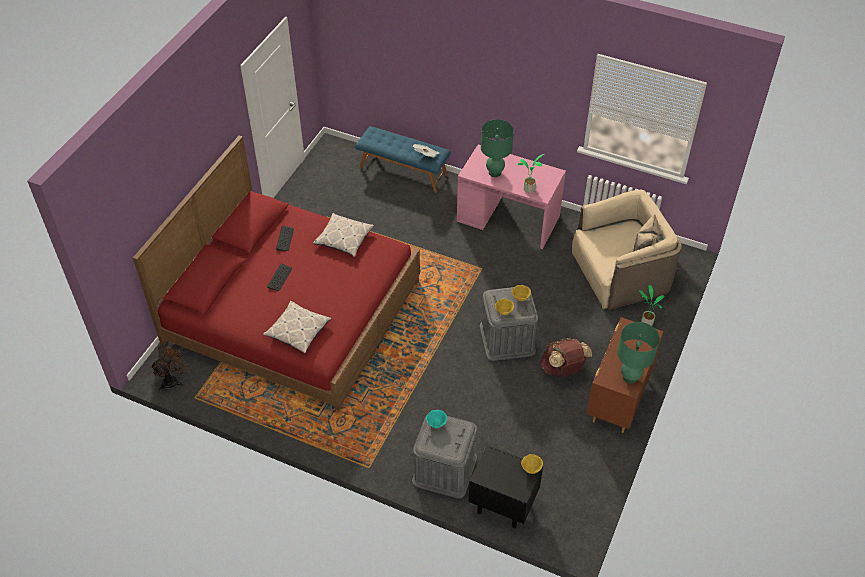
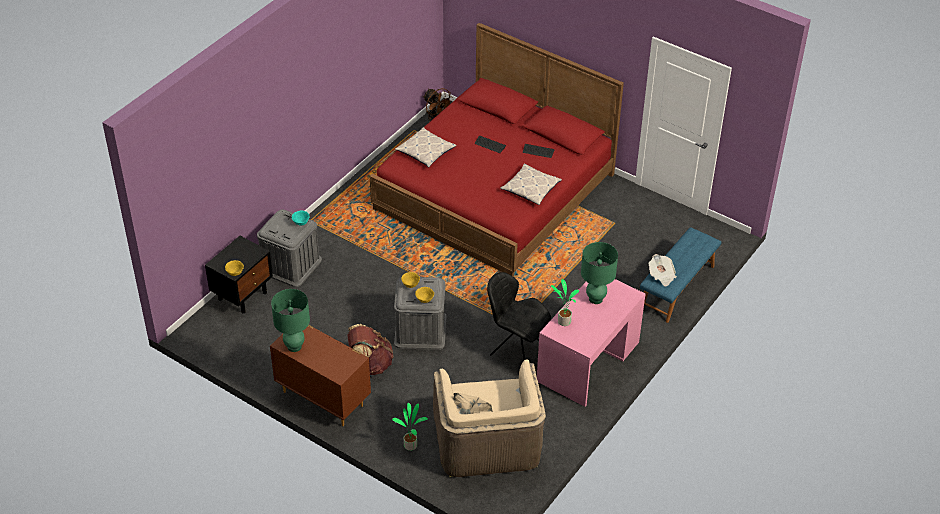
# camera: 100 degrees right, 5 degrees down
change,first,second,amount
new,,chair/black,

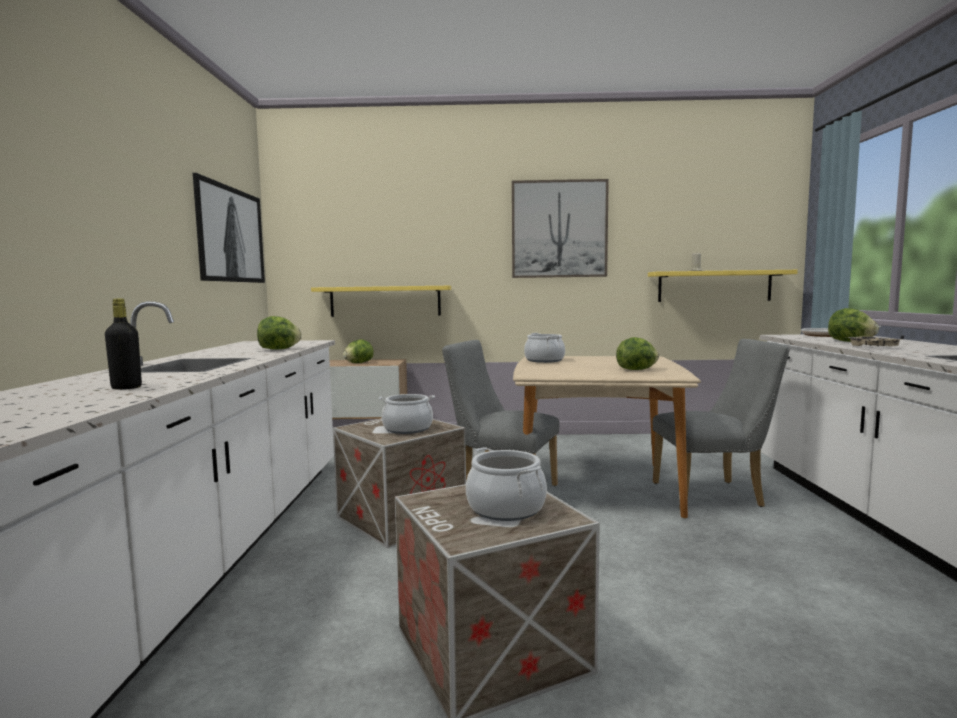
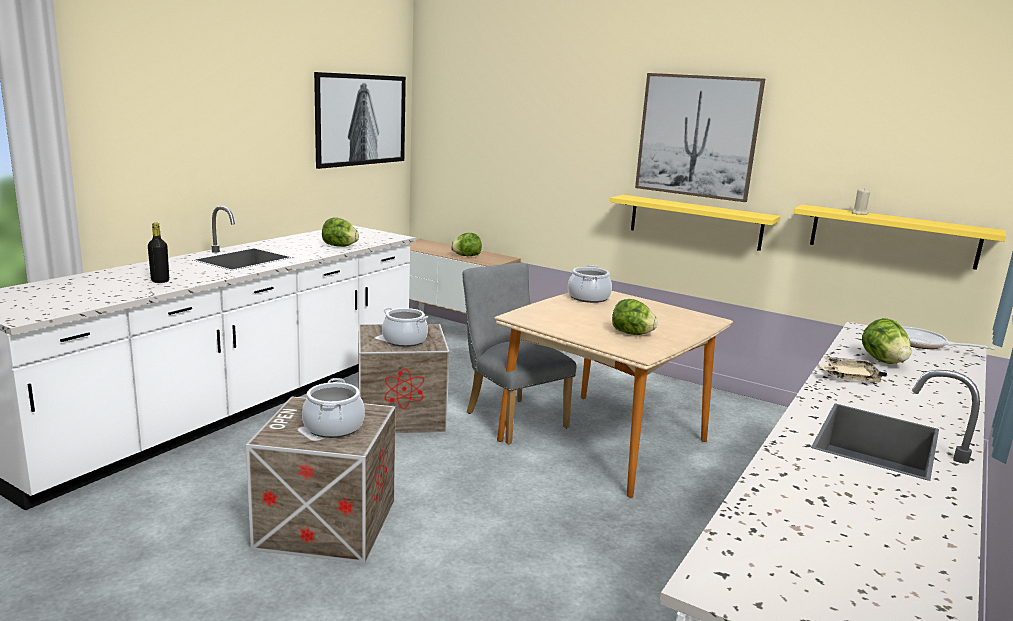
# camera: 30 degrees right, 10 degrees up
change,first,second,amount
shifted,shelf/yellow (no. 1 from left),,
gone,chair/grey (no. 2 from left),,

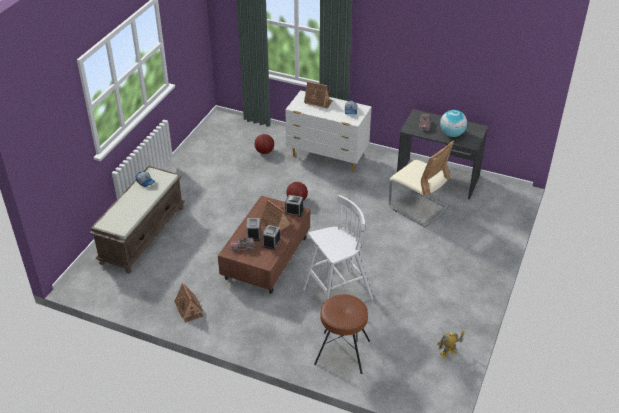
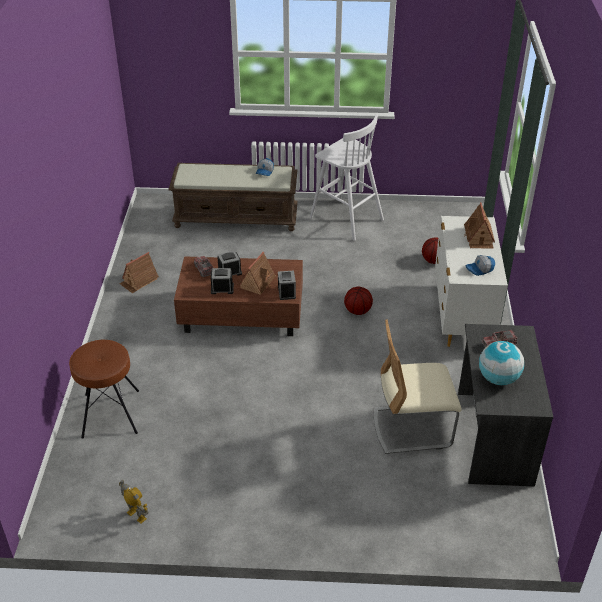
# camera: 70 degrees right, 0 degrees up
change,first,second,amount
shifted,stool/white,,
rotated,chair/beige,,60 degrees clockwise

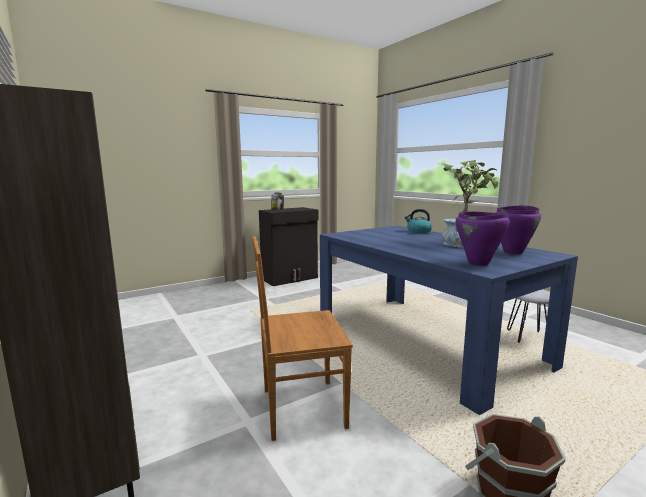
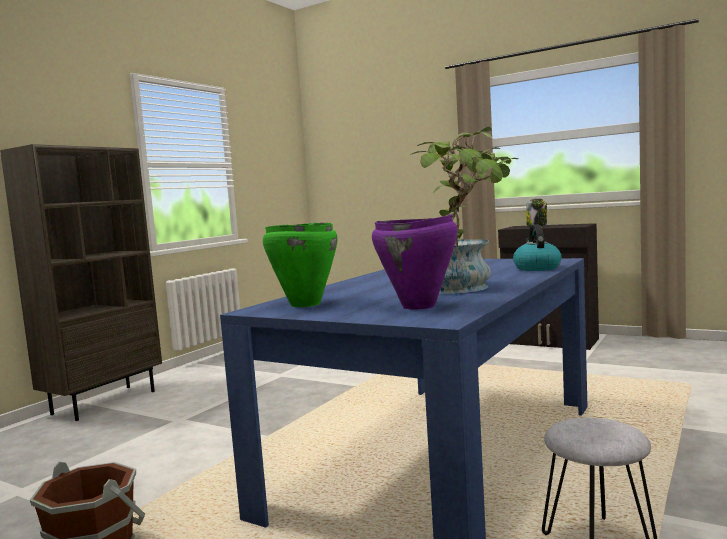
# camera: 65 degrees right, 5 degrees down
change,first,second,amount
repainted,cooking pot/purple (no. 1 from left),cooking pot/green,
gone,chair/brown,,

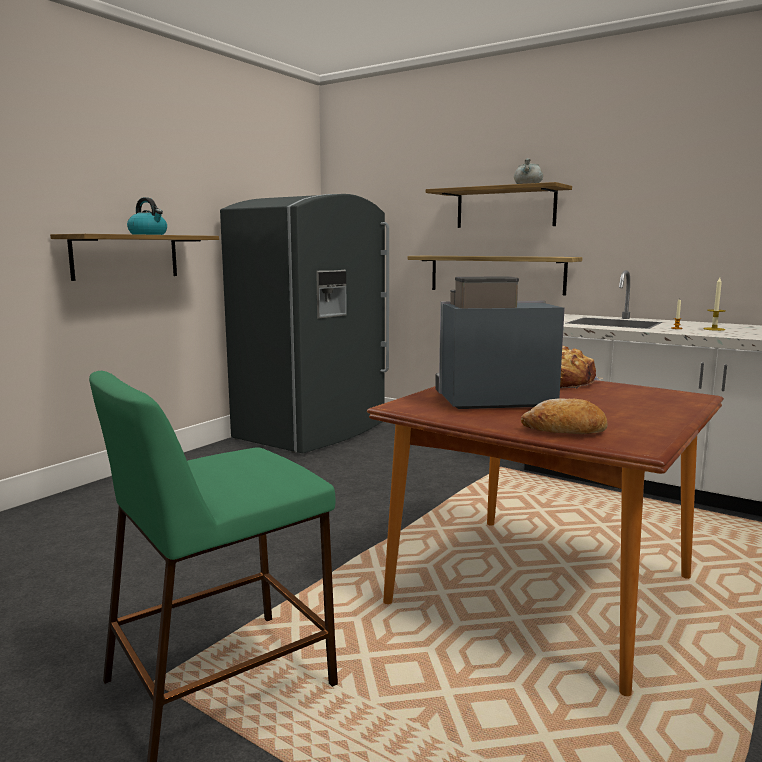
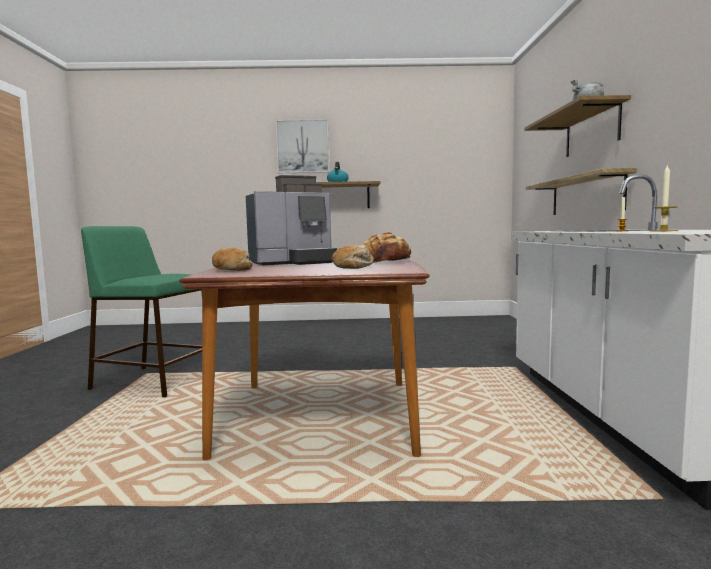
# camera: 55 degrees right, 5 degrees down
change,first,second,amount
rotated,coffee machine,,105 degrees clockwise
new,,picture,
new,,bread (no. 2 from left),
gone,fridge/grey,,

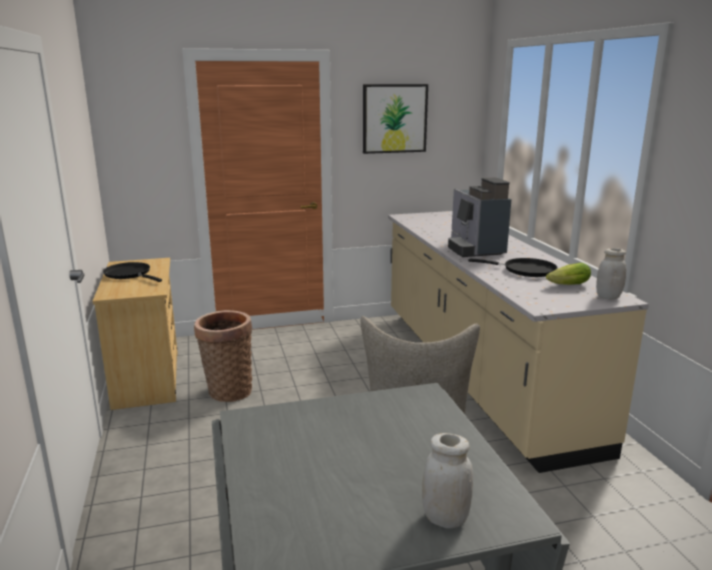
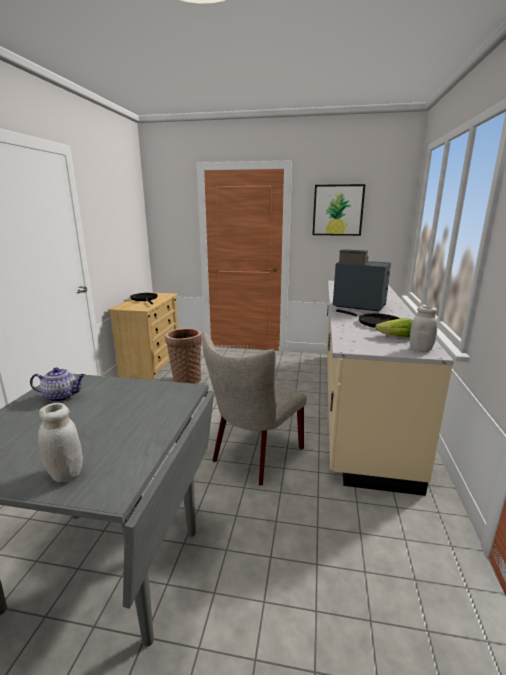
# camera: 25 degrees right, 0 degrees up
change,first,second,amount
new,,teapot,
rotated,coffee machine,,105 degrees clockwise

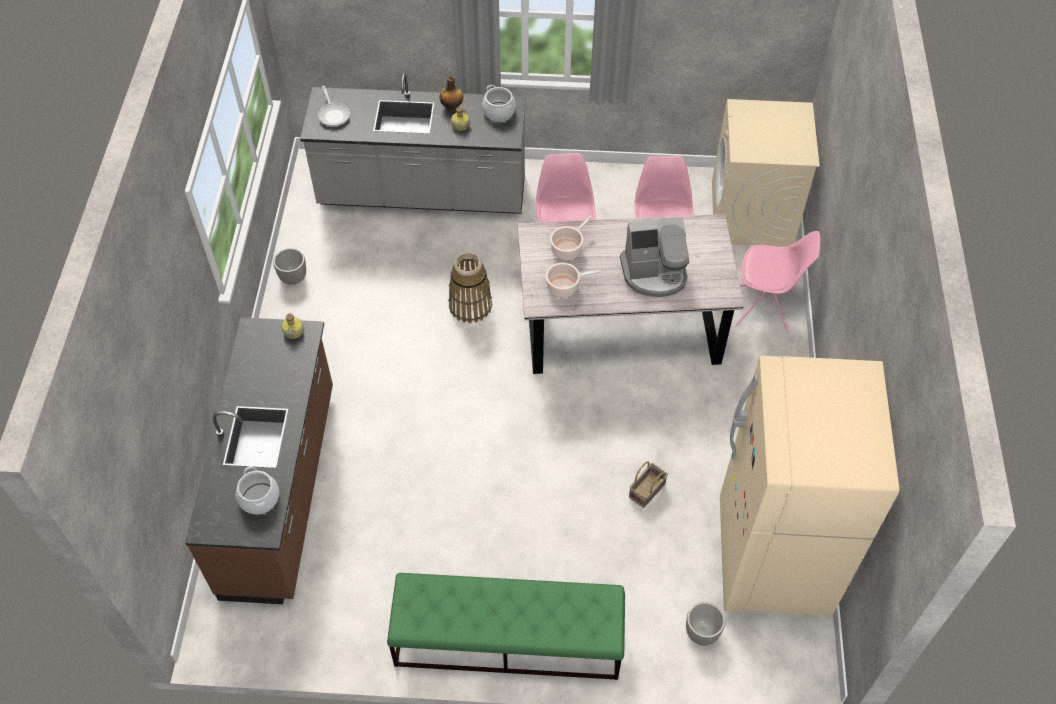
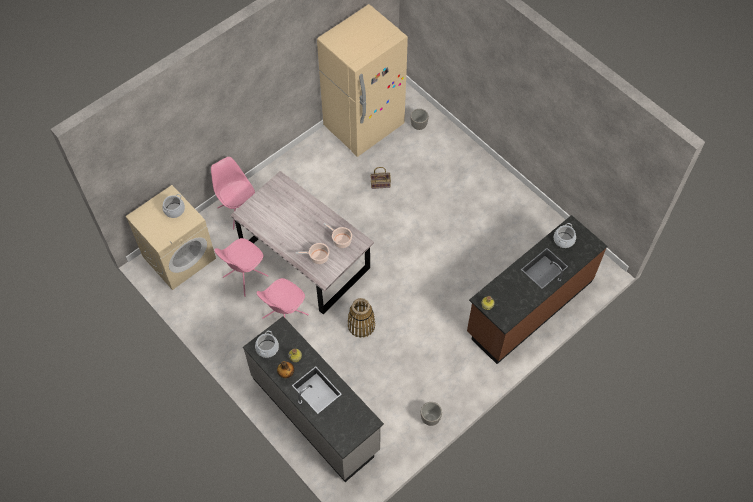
# camera: 135 degrees left, 5 degrees up
change,first,second,amount
new,,cooking pot (no. 1 from left),
gone,frying pan,,
gone,bench/green,,
gone,coffee machine,,

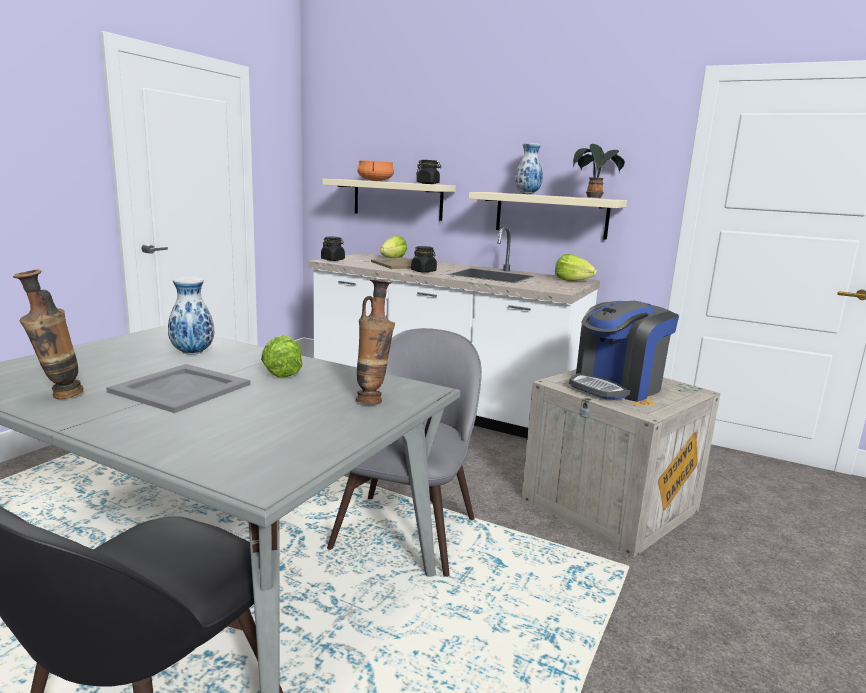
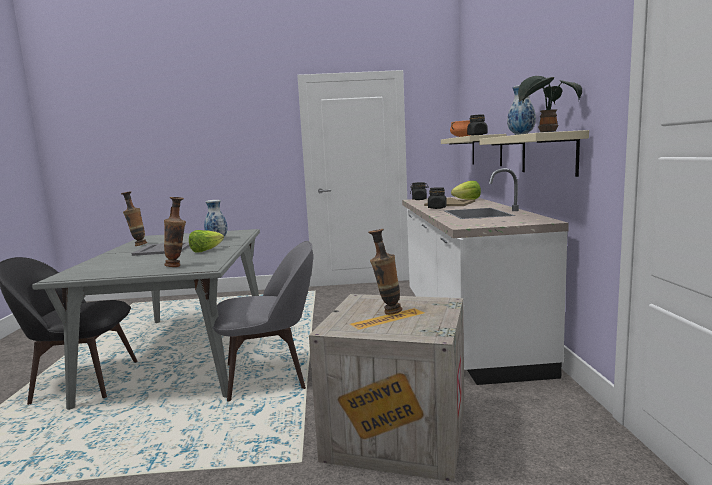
# camera: 60 degrees right, 5 degrees down
change,first,second,amount
swapped,coffee machine,vase (no. 4 from left),
gone,lettuce (no. 3 from left),,

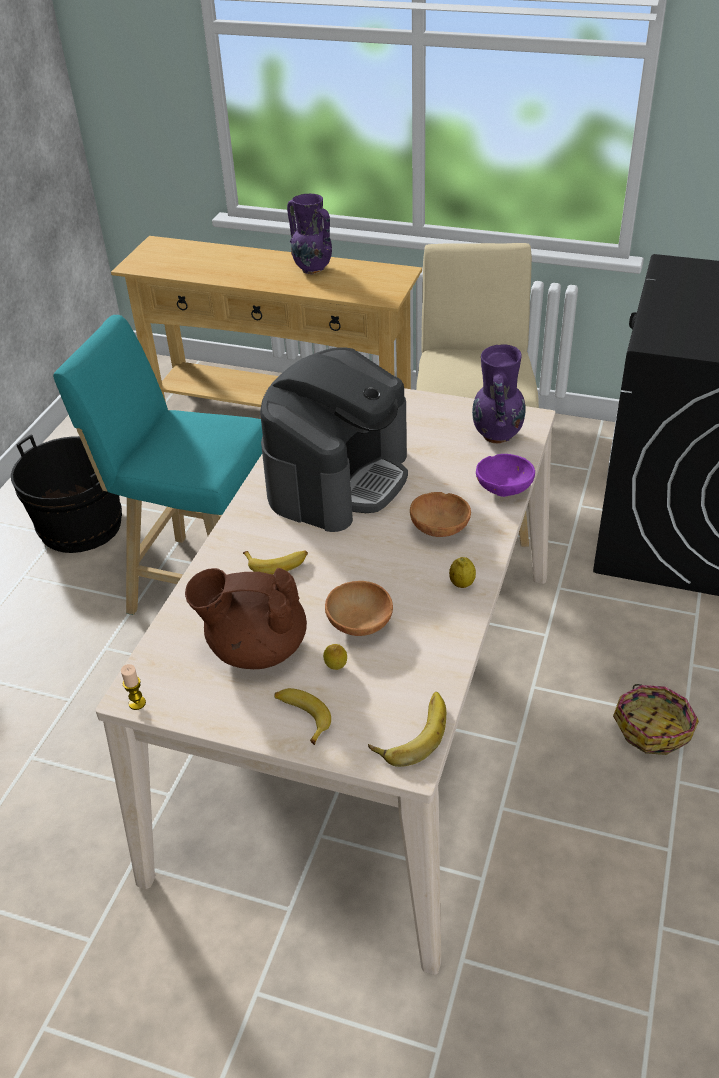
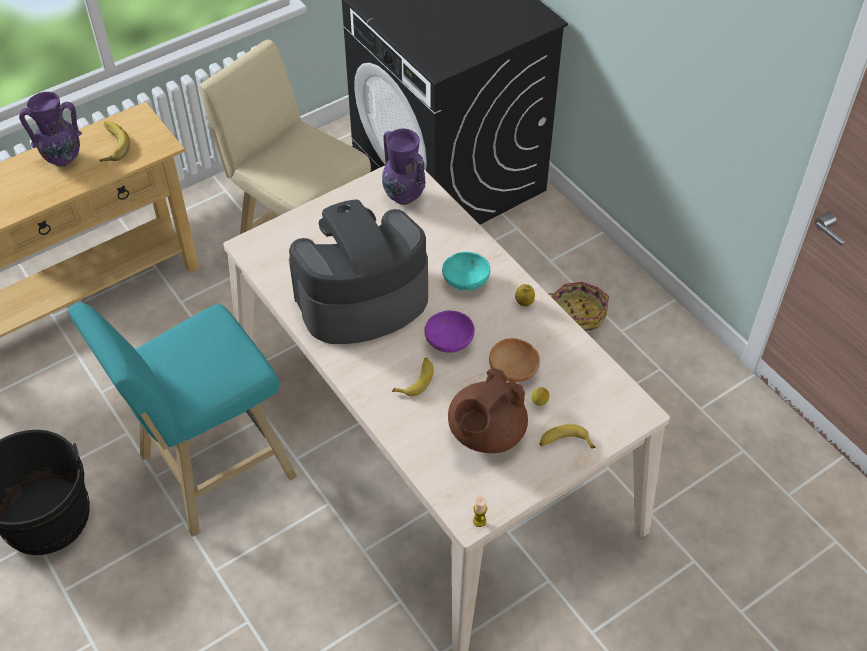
# camera: 55 degrees left, 10 degrees up
change,first,second,amount
shifted,banana (no. 3 from left in the first image),banana (no. 1 from left),
rotated,coffee machine,,90 degrees counterclockwise
shifted,bowl/purple,,
repainted,bowl/brown (no. 2 from left),bowl/turquoise,

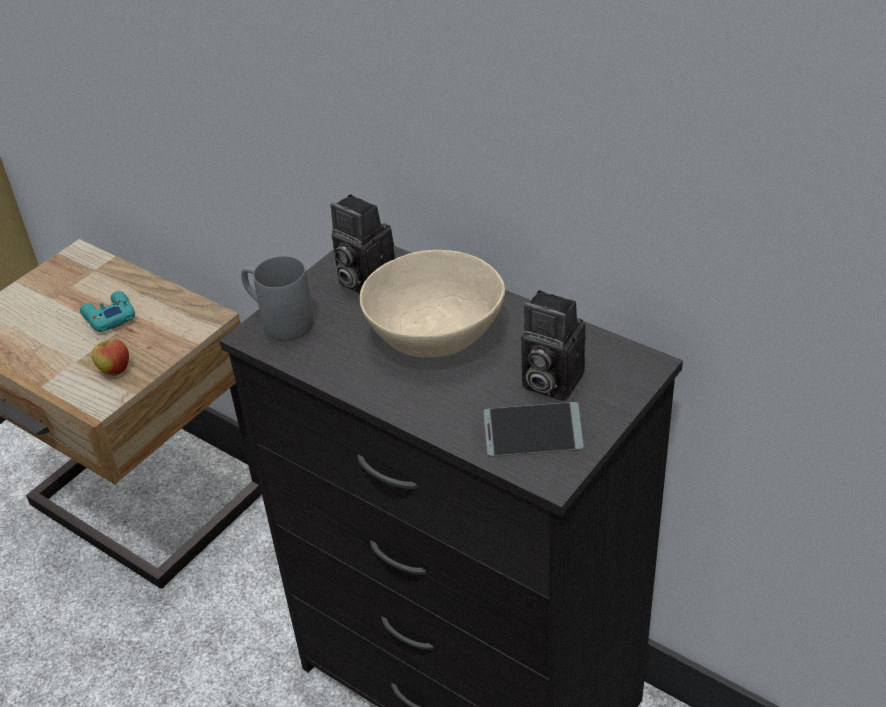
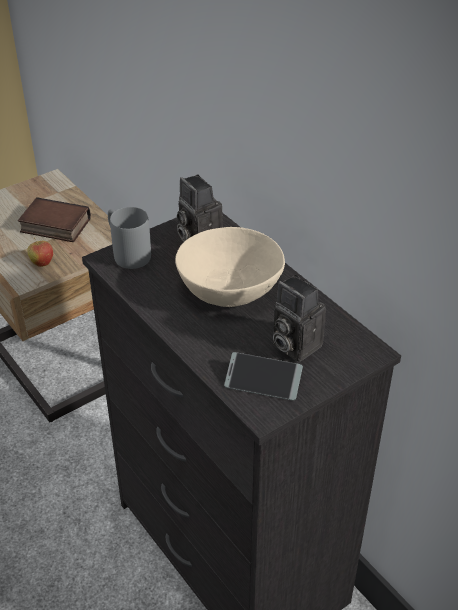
# camera: 15 degrees right, 0 degrees up
change,first,second,amount
swapped,game controller/turquoise,book,

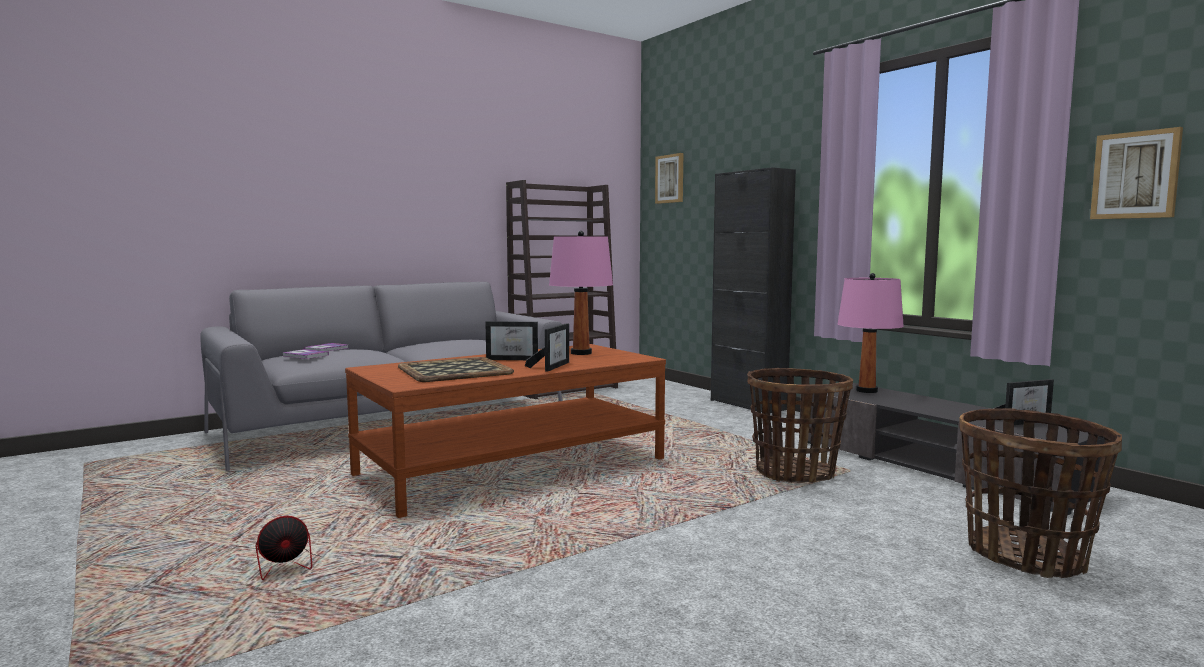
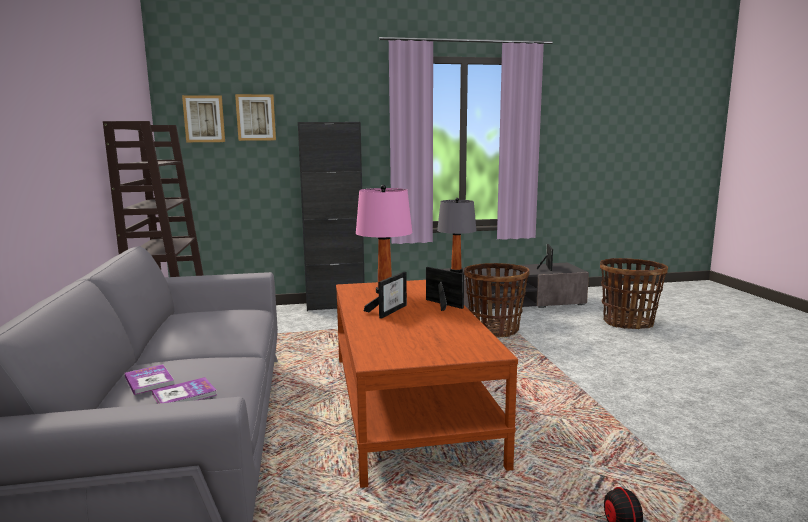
# camera: 65 degrees left, 5 degrees up
change,first,second,amount
shifted,picture (no. 2 from left),,
repainted,table lamp/pink (no. 2 from left),table lamp/grey,
gone,tray,,

